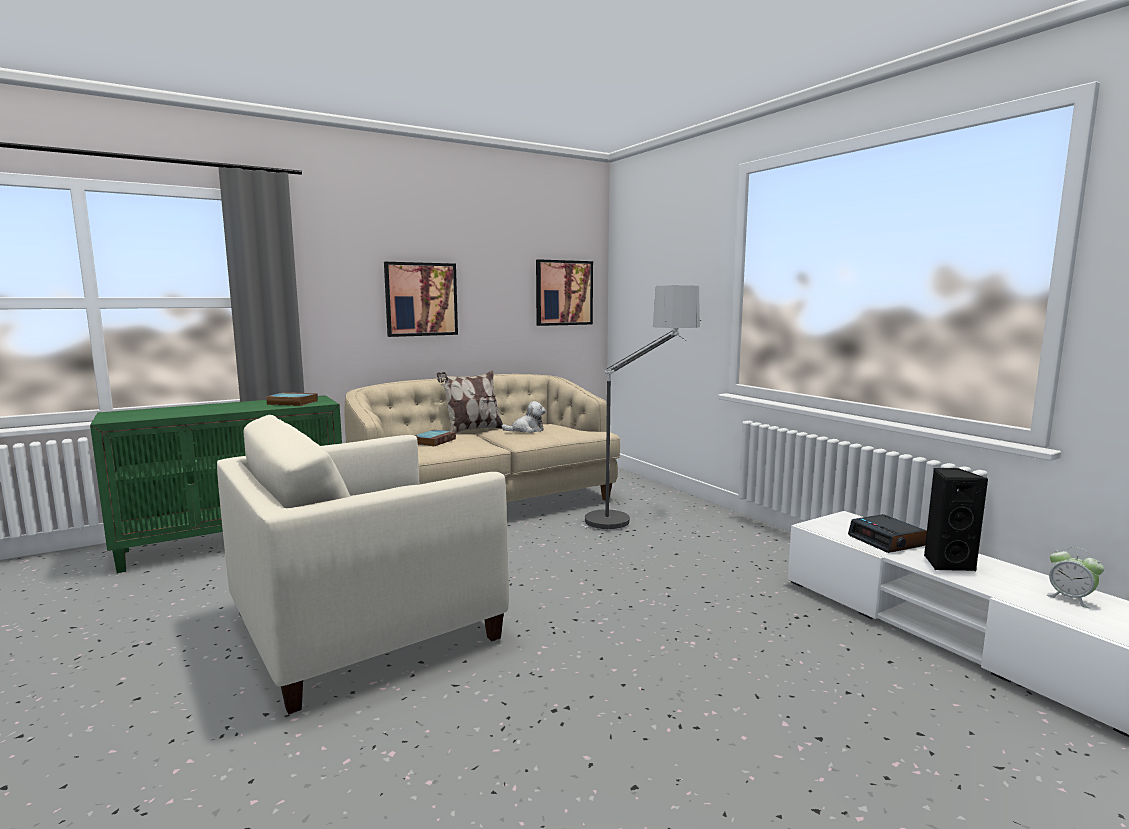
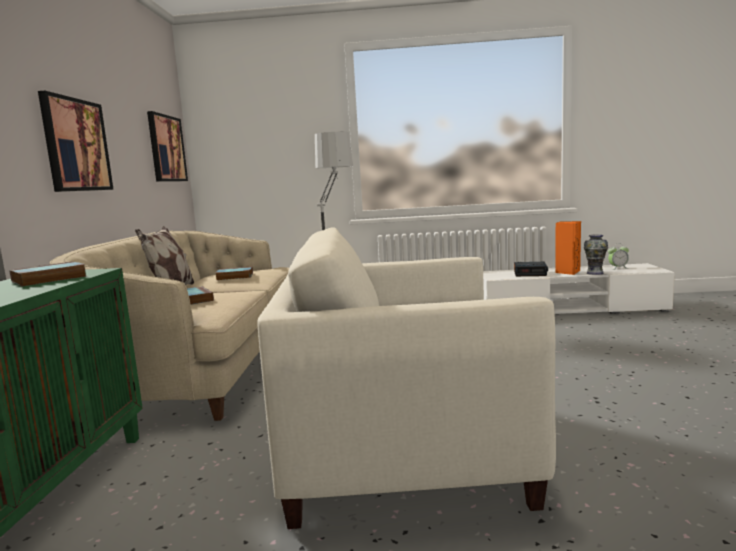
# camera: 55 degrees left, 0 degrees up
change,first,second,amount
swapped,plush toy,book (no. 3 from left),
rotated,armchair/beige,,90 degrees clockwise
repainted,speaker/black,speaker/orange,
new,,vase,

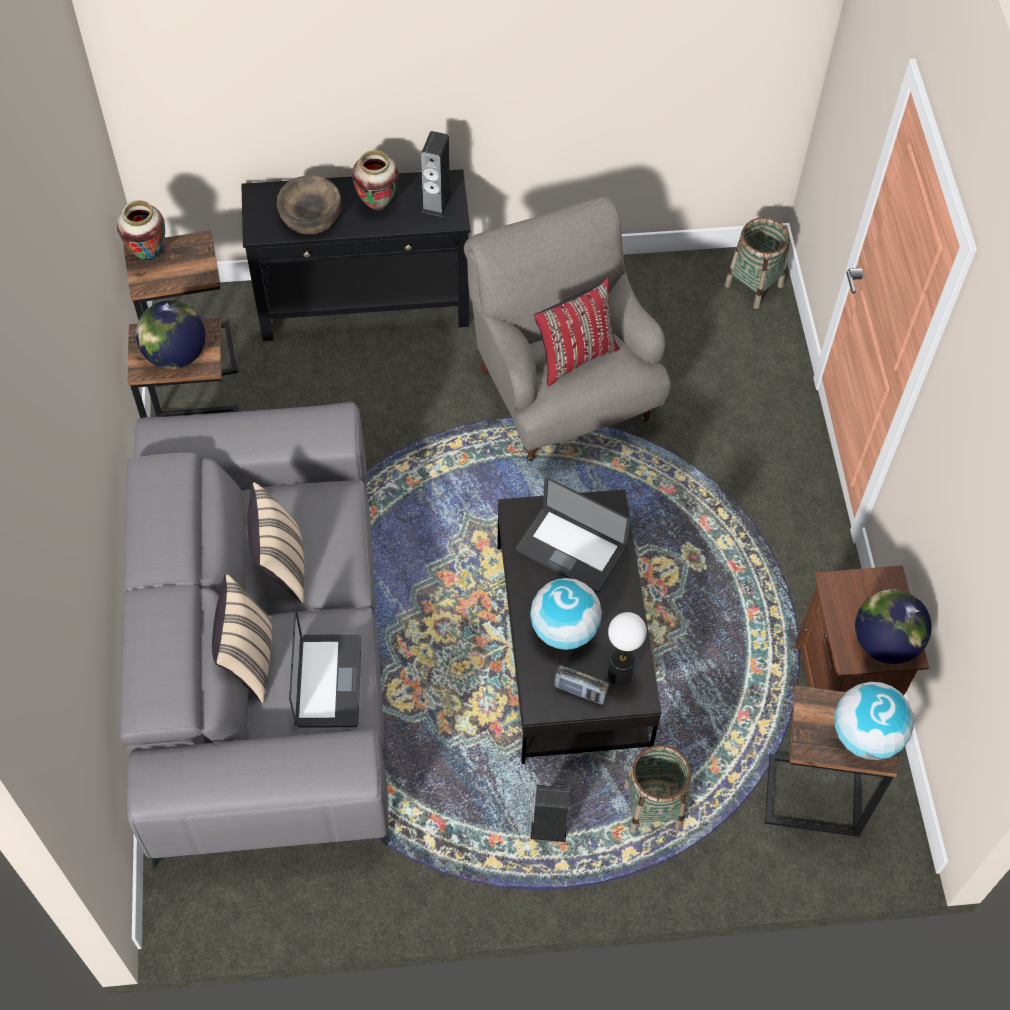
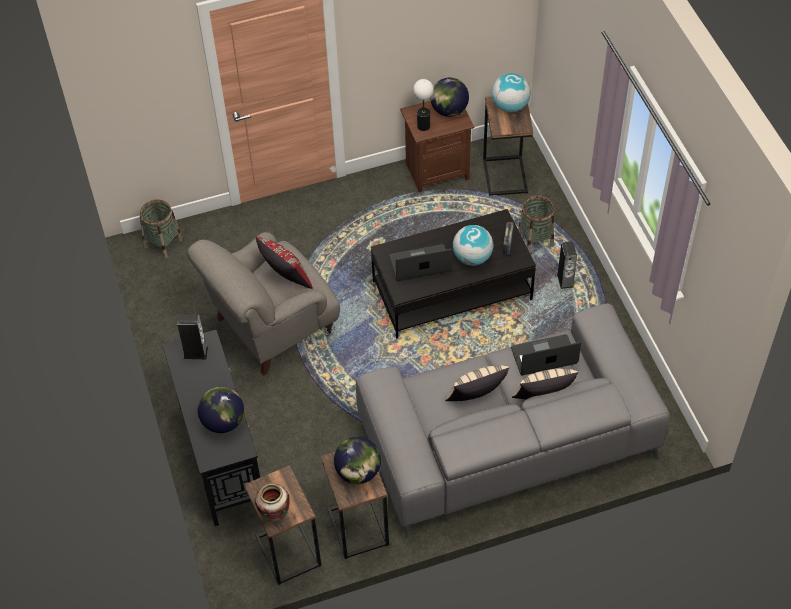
# camera: 100 degrees left, 5 degrees down
change,first,second,amount
swapped,bowl/brown,globe (no. 1 from left),
rotated,laptop (no. 2 from left in the first image),laptop (no. 1 from left),120 degrees counterclockwise
shifted,table lamp,,
gone,vase (no. 2 from left),,

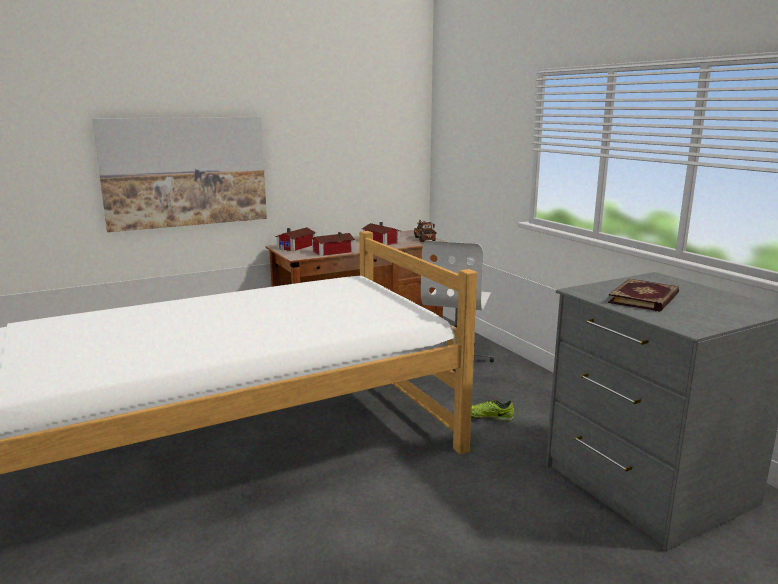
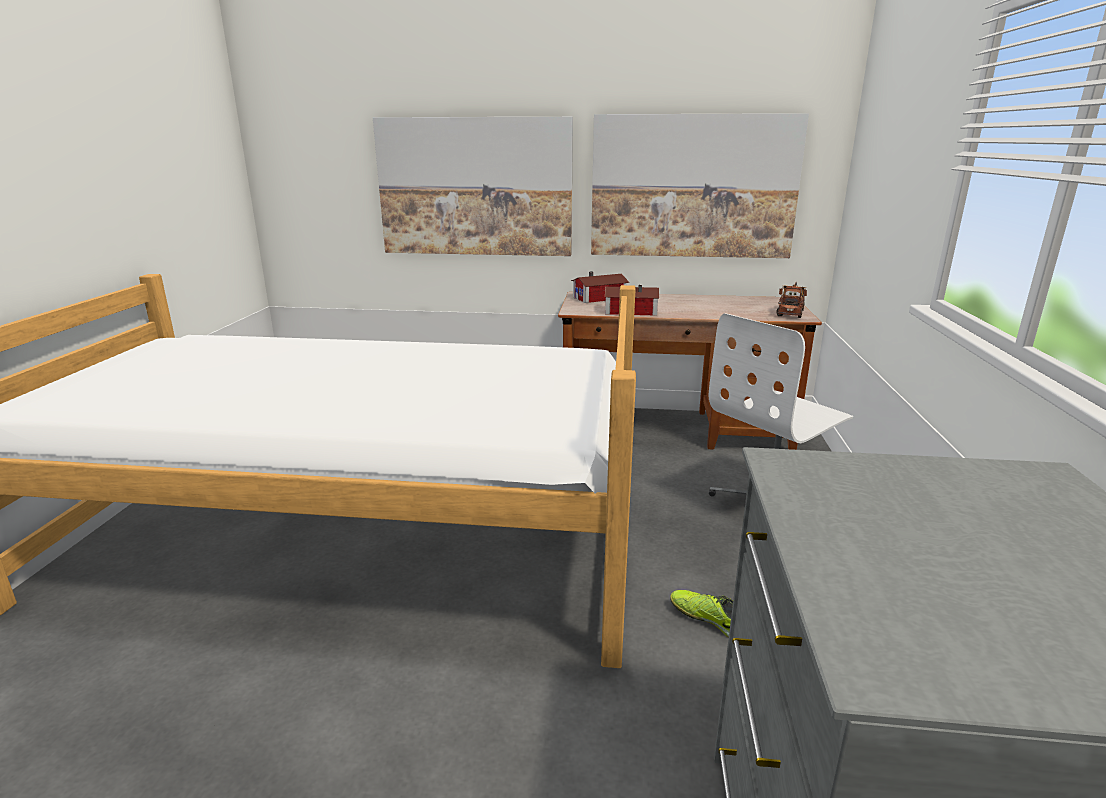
# camera: 35 degrees right, 5 degrees up
change,first,second,amount
new,,picture (no. 2 from left),
gone,toy house (no. 3 from left),,
gone,book,,

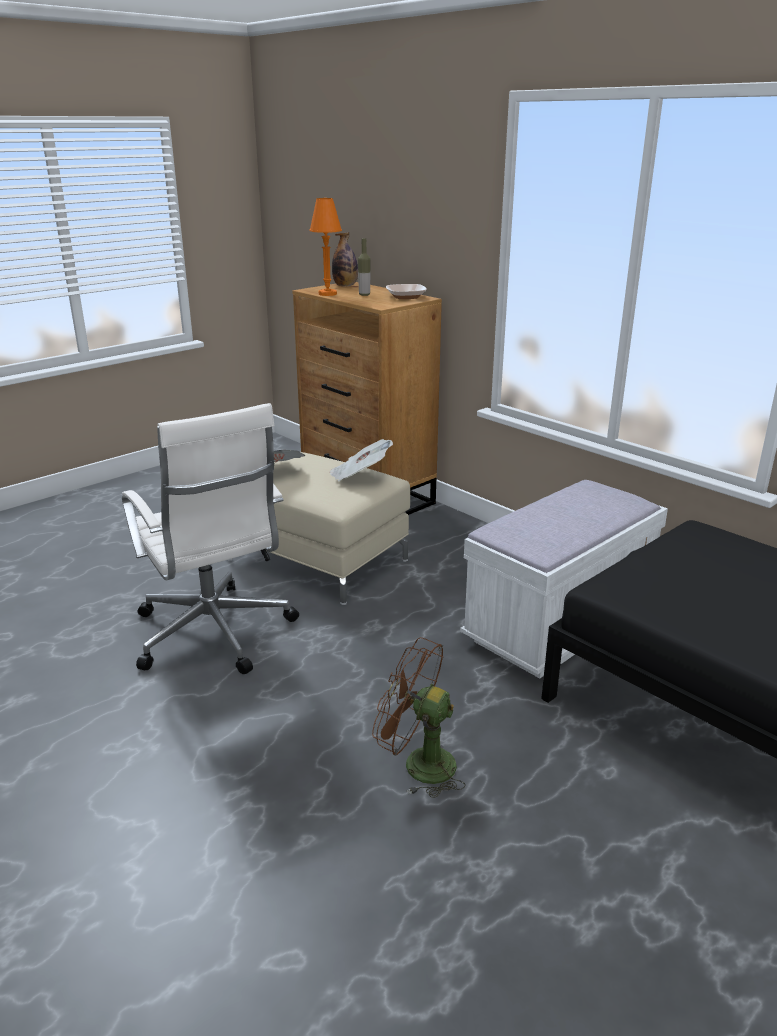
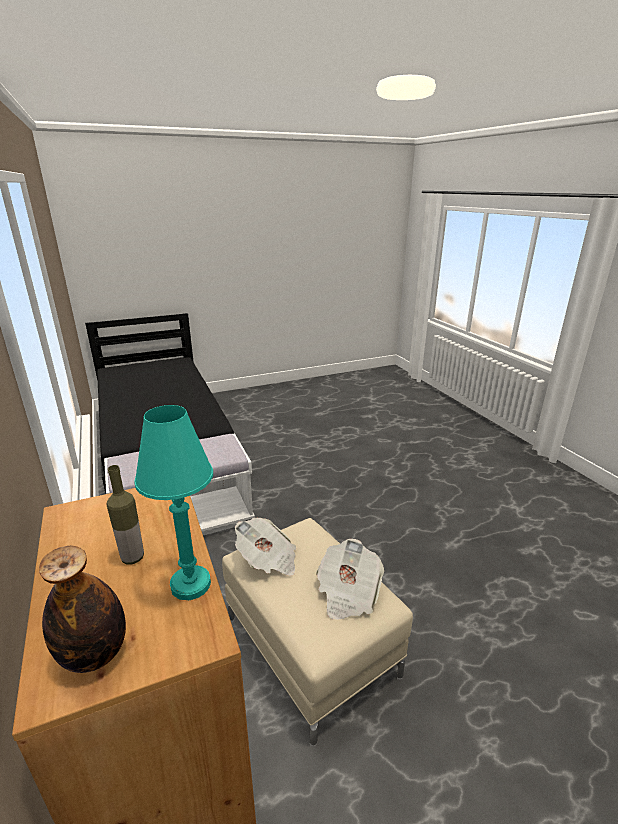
# camera: 160 degrees left, 0 degrees up
change,first,second,amount
repainted,table lamp/orange,table lamp/turquoise,
gone,office chair/white,,
gone,fan/brown,,
gone,bowl,,

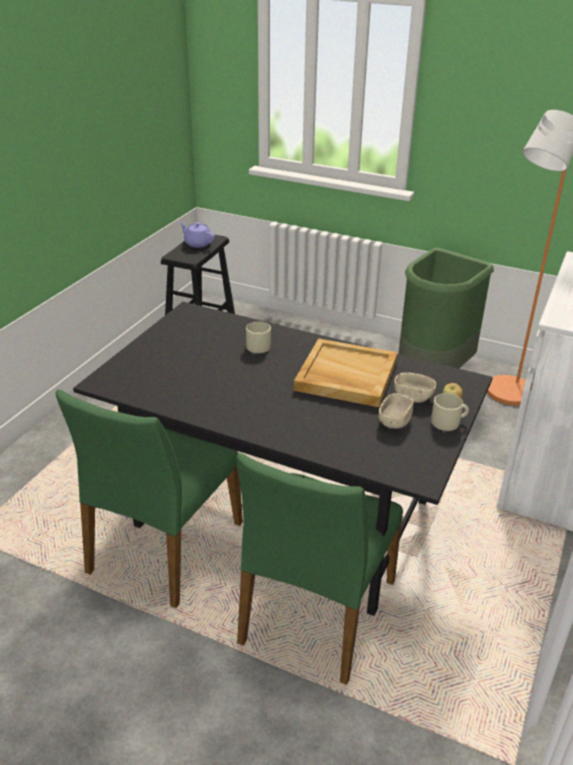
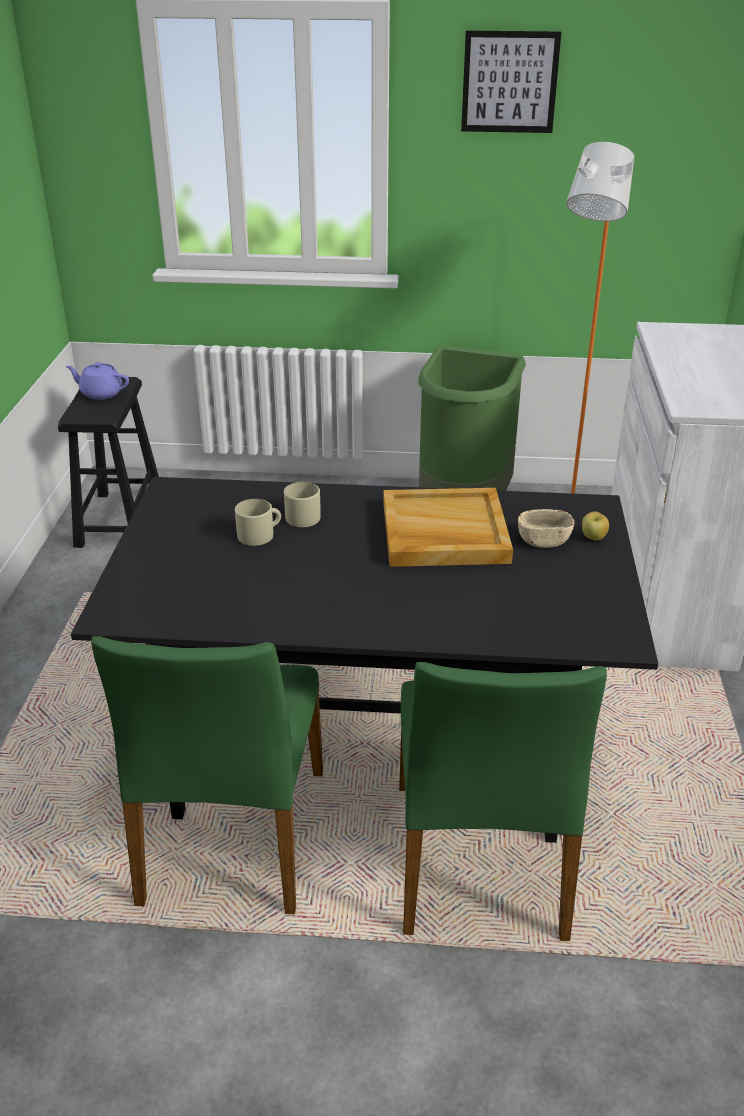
# camera: 20 degrees left, 0 degrees up
change,first,second,amount
shifted,mug/beige (no. 2 from left in the first image),mug/beige (no. 1 from left),
new,,picture,
gone,bowl/beige (no. 1 from left),,

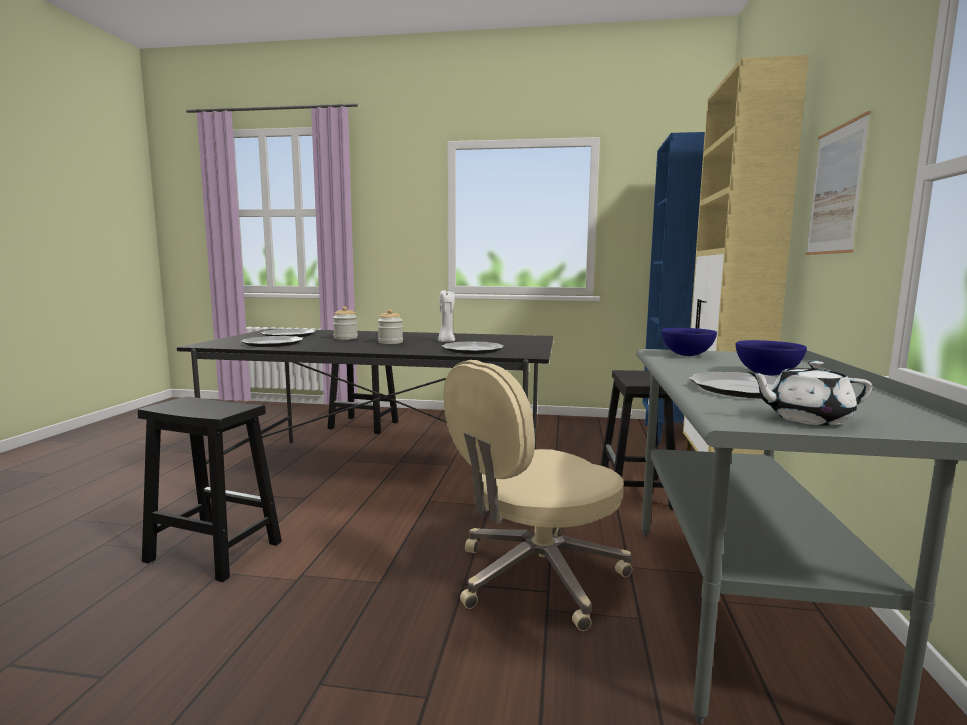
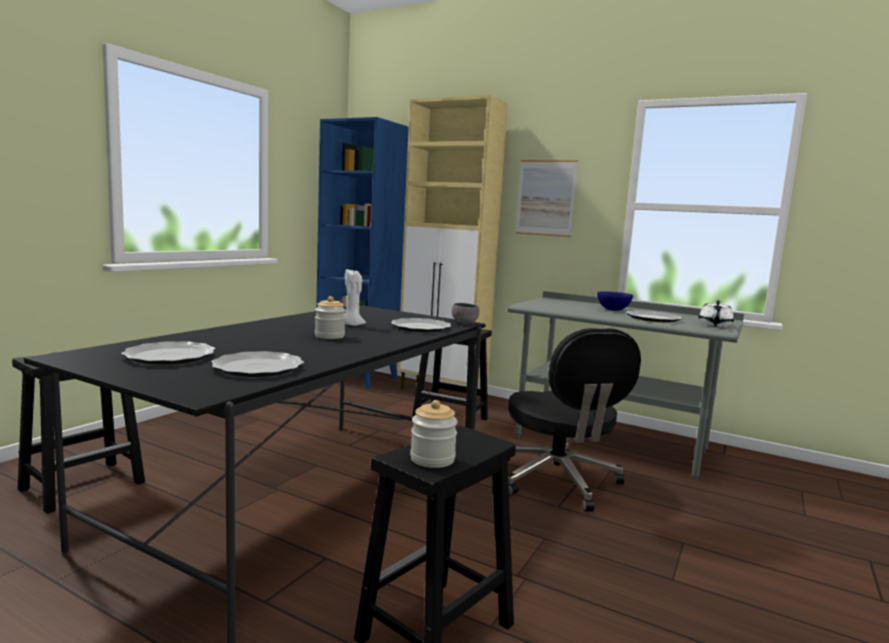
# camera: 70 degrees left, 0 degrees up
change,first,second,amount
shifted,jar (no. 1 from left in the first image),jar (no. 2 from left),
new,,bowl/grey,
repainted,office chair/beige,office chair/black,
gone,bowl/blue (no. 1 from left),,

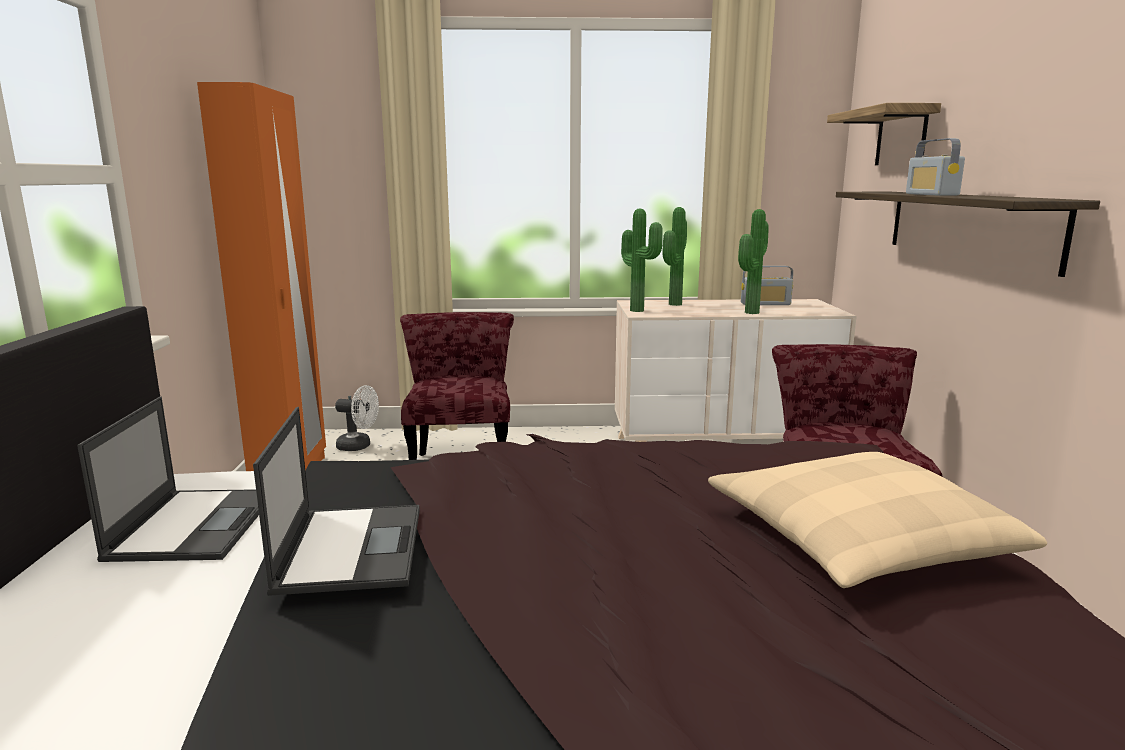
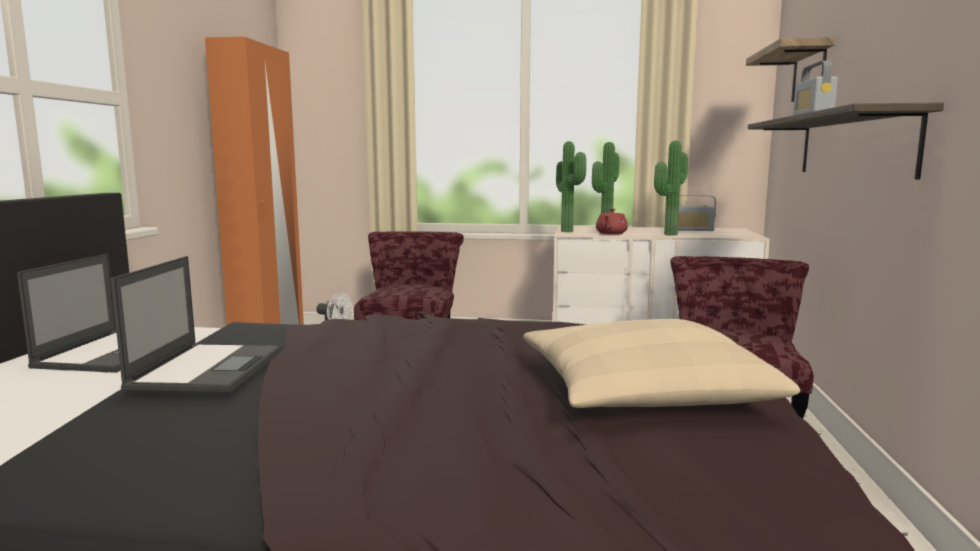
# camera: 10 degrees right, 5 degrees down
change,first,second,amount
new,,teapot/red,

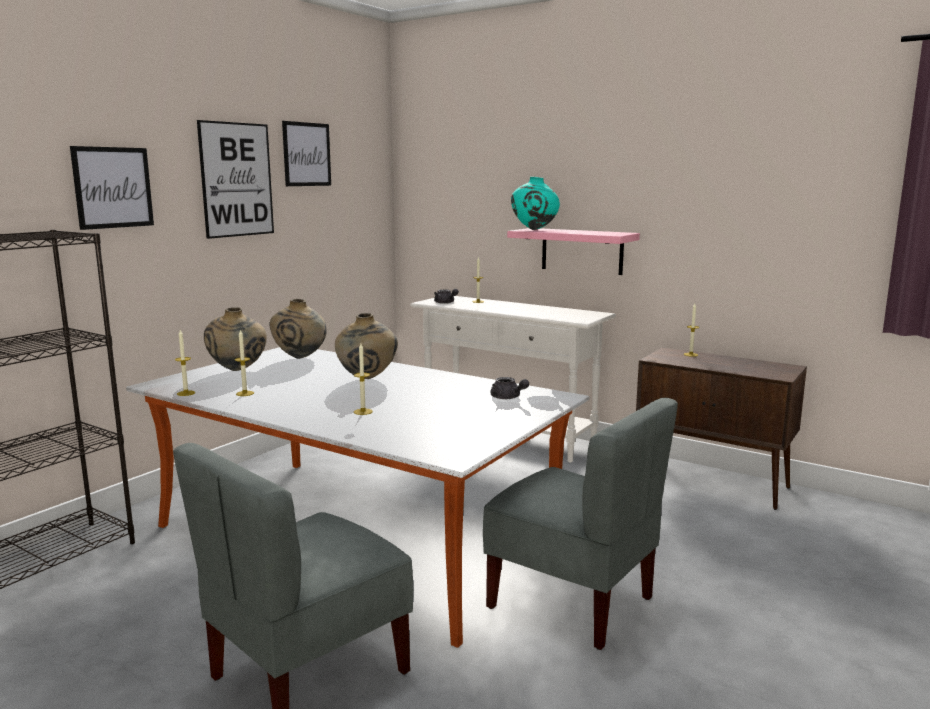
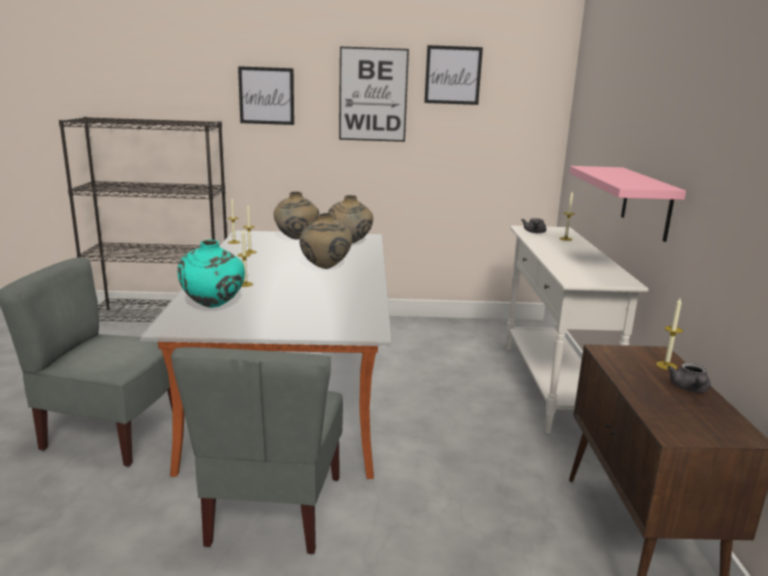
# camera: 55 degrees right, 5 degrees up
change,first,second,amount
shifted,vase/turquoise,,
shifted,teapot/grey (no. 2 from left),,

